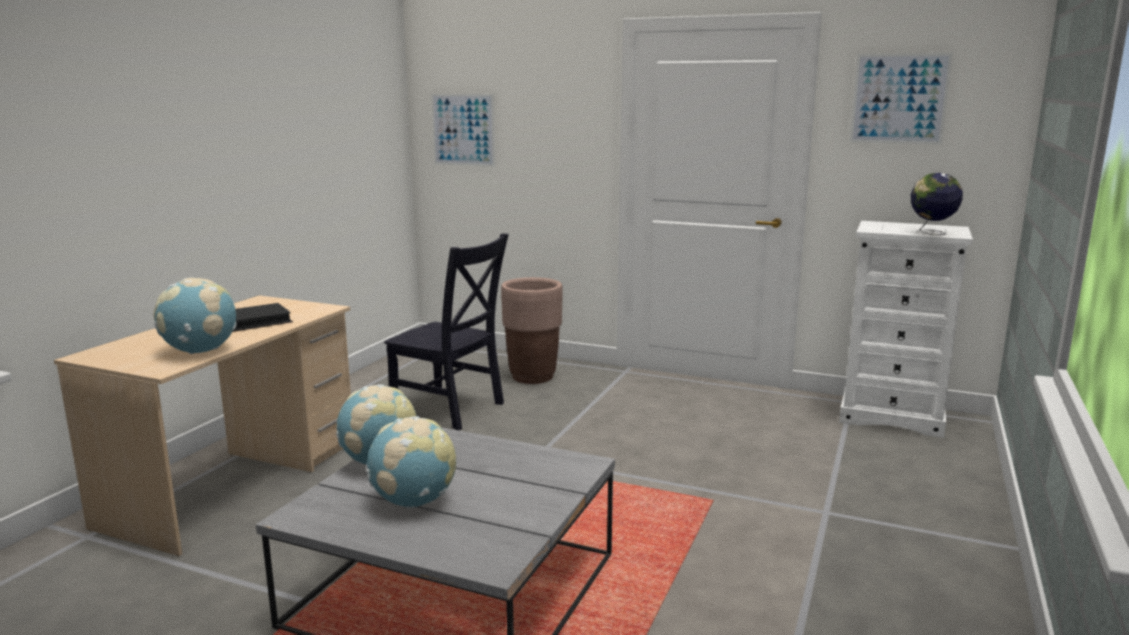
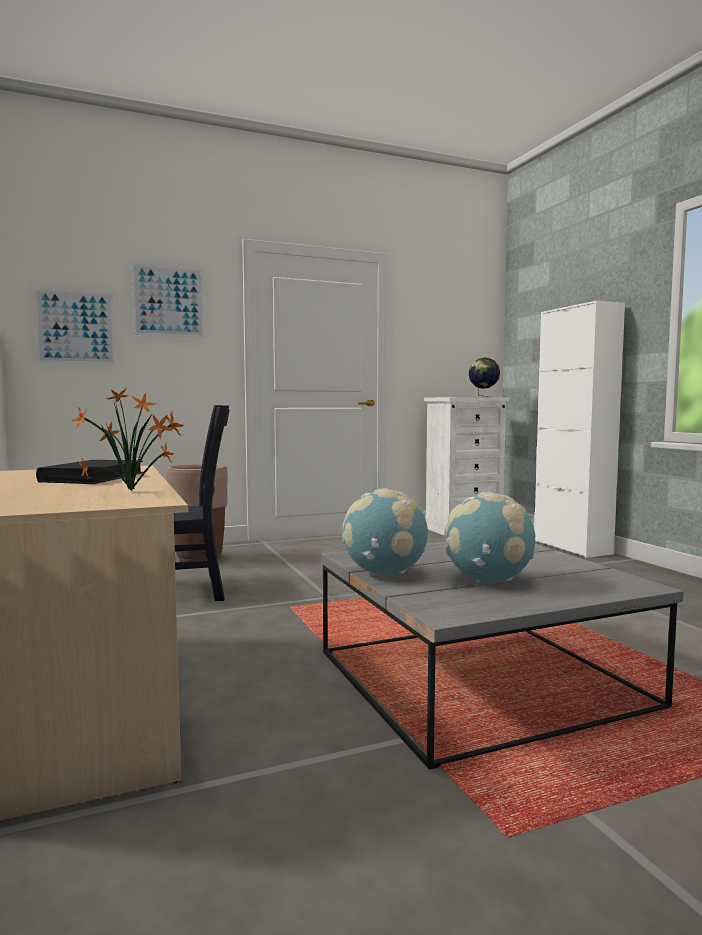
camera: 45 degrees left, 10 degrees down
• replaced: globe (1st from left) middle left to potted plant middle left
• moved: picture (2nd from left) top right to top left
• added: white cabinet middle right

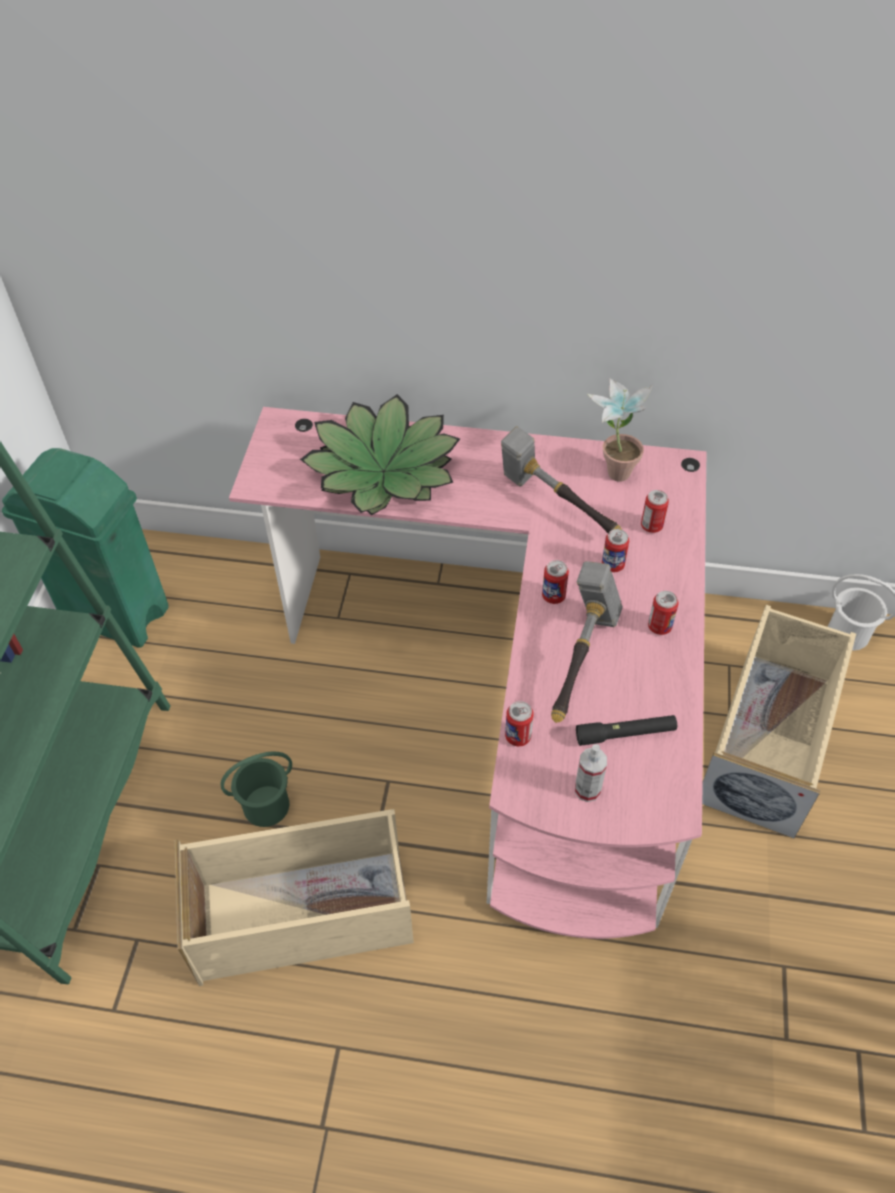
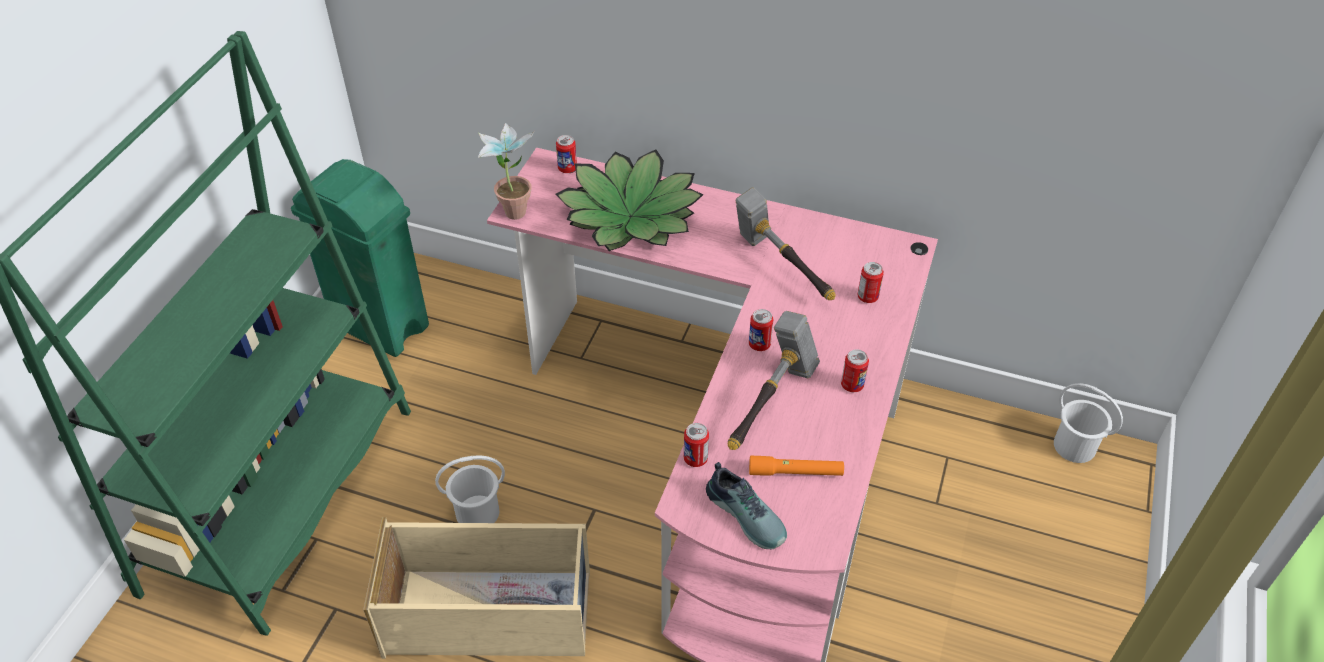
camera: 10 degrees right, 5 degrees down
• recoloured: green bucket middle left to white bucket (1st from left) bottom centre
• replaced: spray bottle centre to shoe bottom centre
• recoloured: black flashlight middle right to orange flashlight bottom centre
• moved: potted plant (2nd from left in the first image) middle right to potted plant (1st from left) top centre
• moved: can (3rd from left in the first image) middle right to can (1st from left) top centre
• removed: beige storage box (2nd from left) middle right

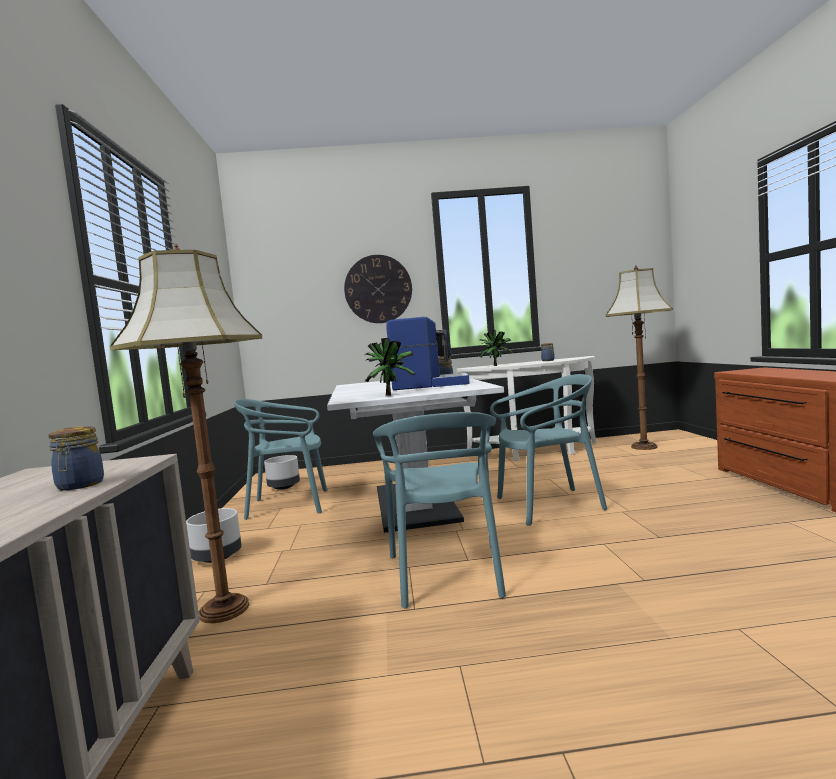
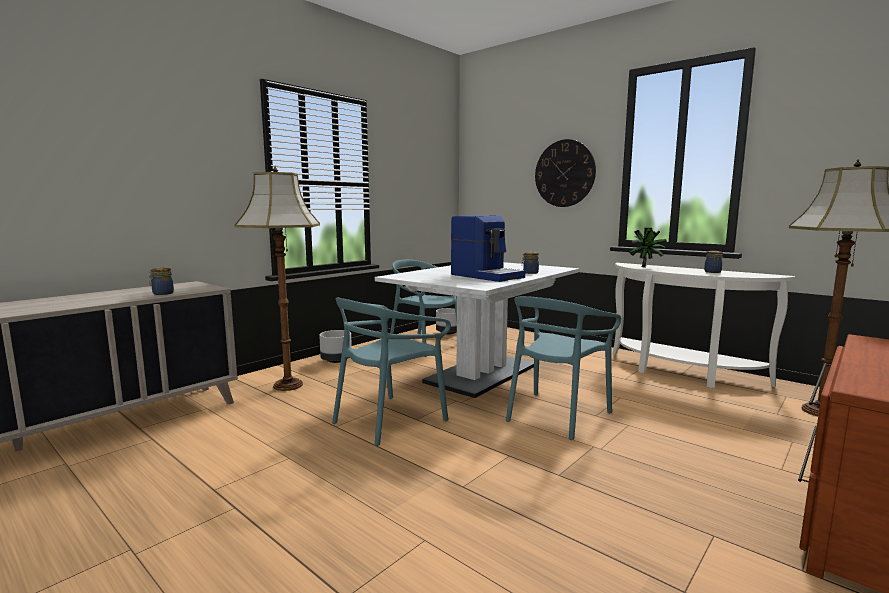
camera: 45 degrees right, 5 degrees up
• removed: potted plant (1st from left) centre
• turned: turquoise chair (3rd from left) centre = centre 90 degrees clockwise

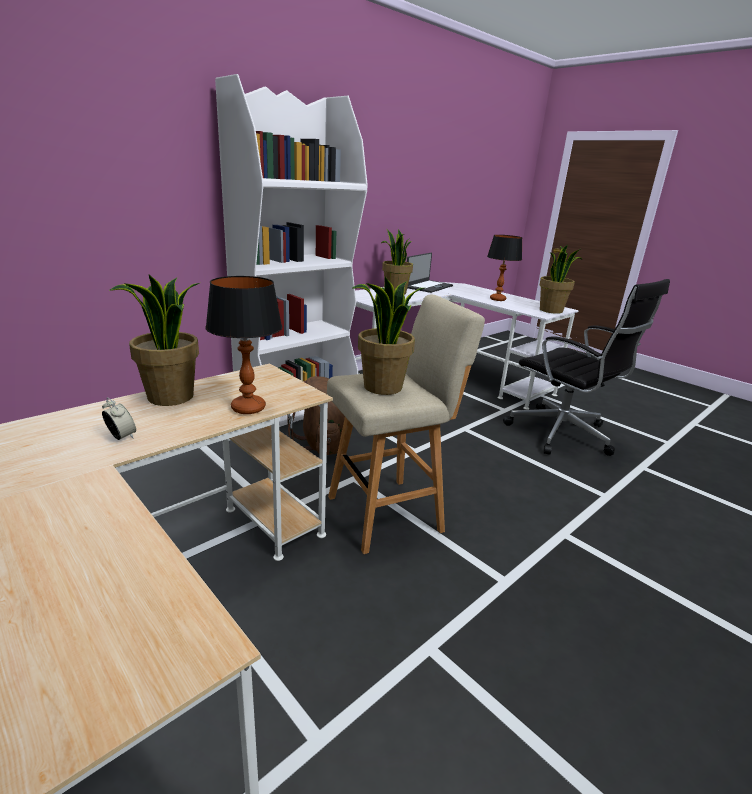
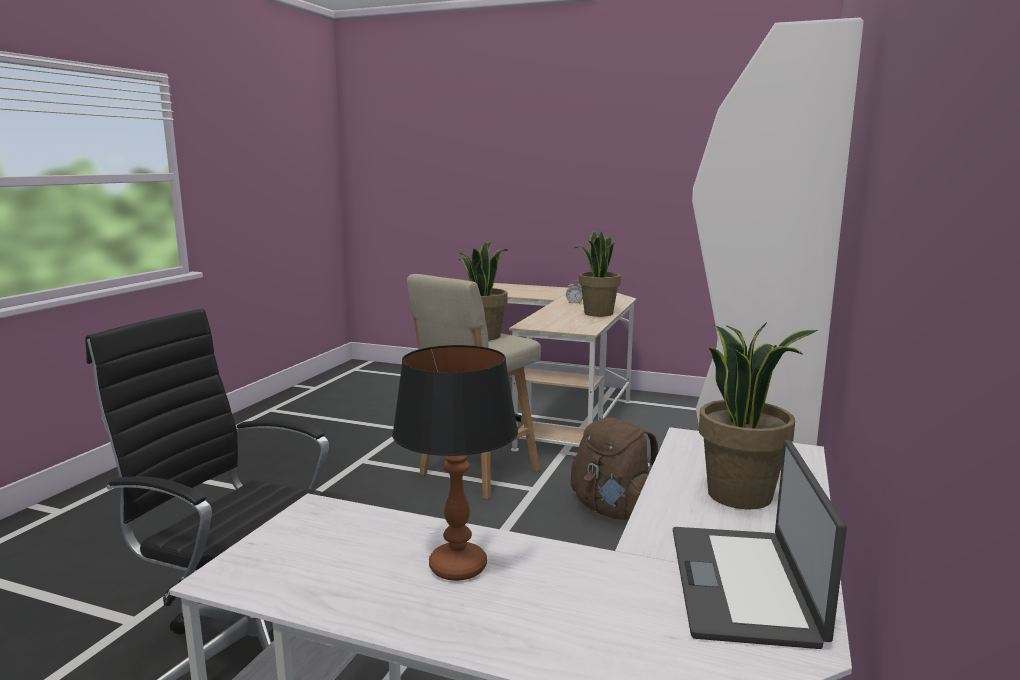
camera: 155 degrees right, 10 degrees down
• removed: table lamp (1st from left) middle left
• removed: potted plant (4th from left) middle right

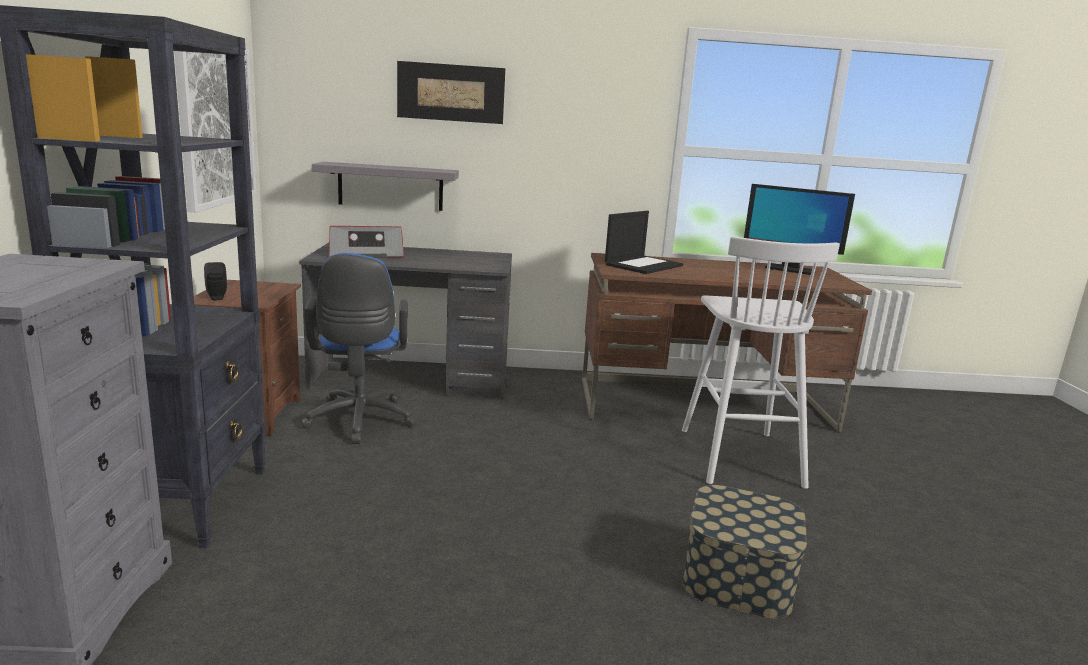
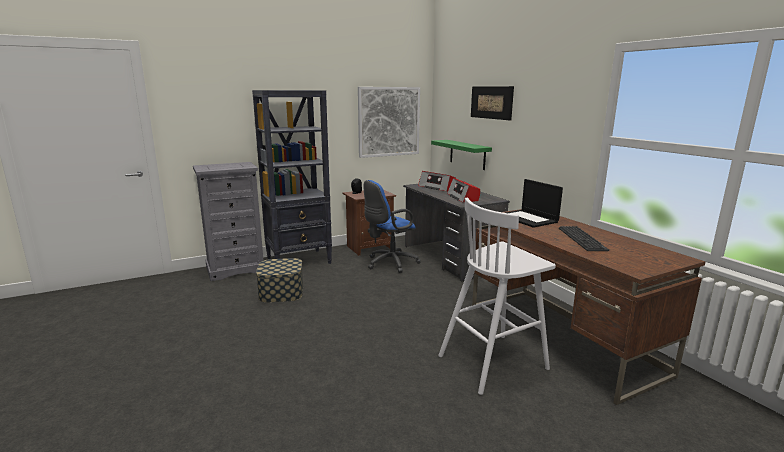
camera: 65 degrees right, 0 degrees up
• recoloured: grey shelf top centre to green shelf centre
• turned: laptop centre = middle right 45 degrees clockwise
• moved: storage box bottom right to centre
• removed: monitor middle right
• added: radio (2nd from left) centre
• added: keyboard middle right

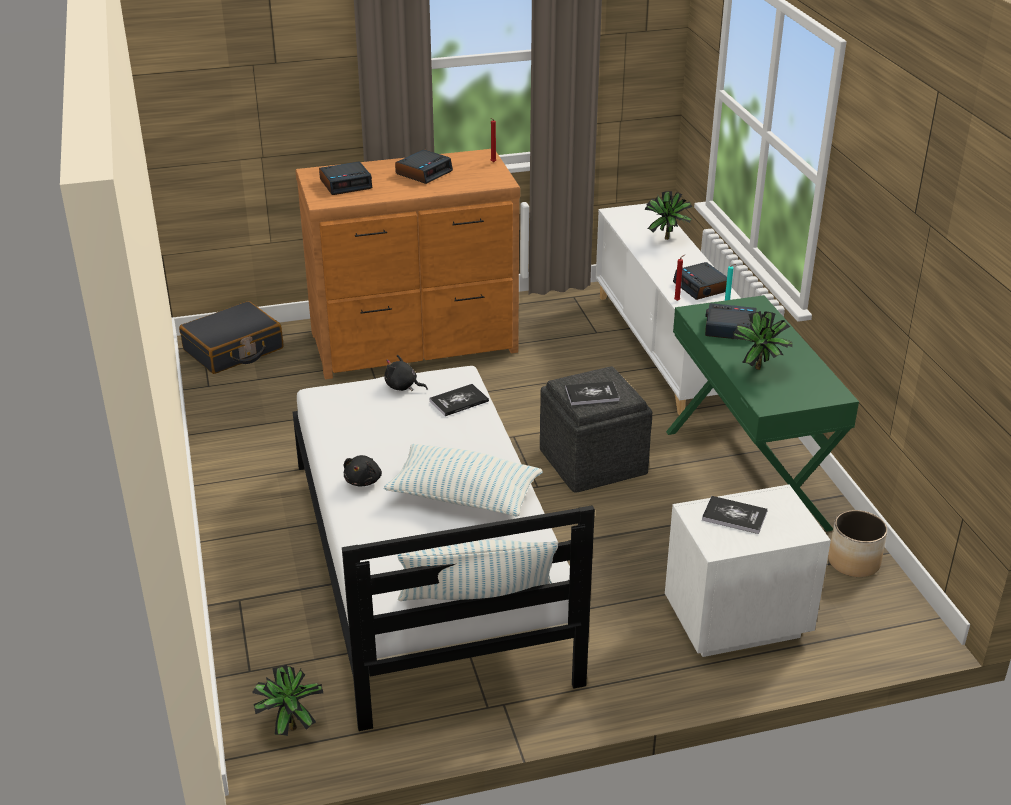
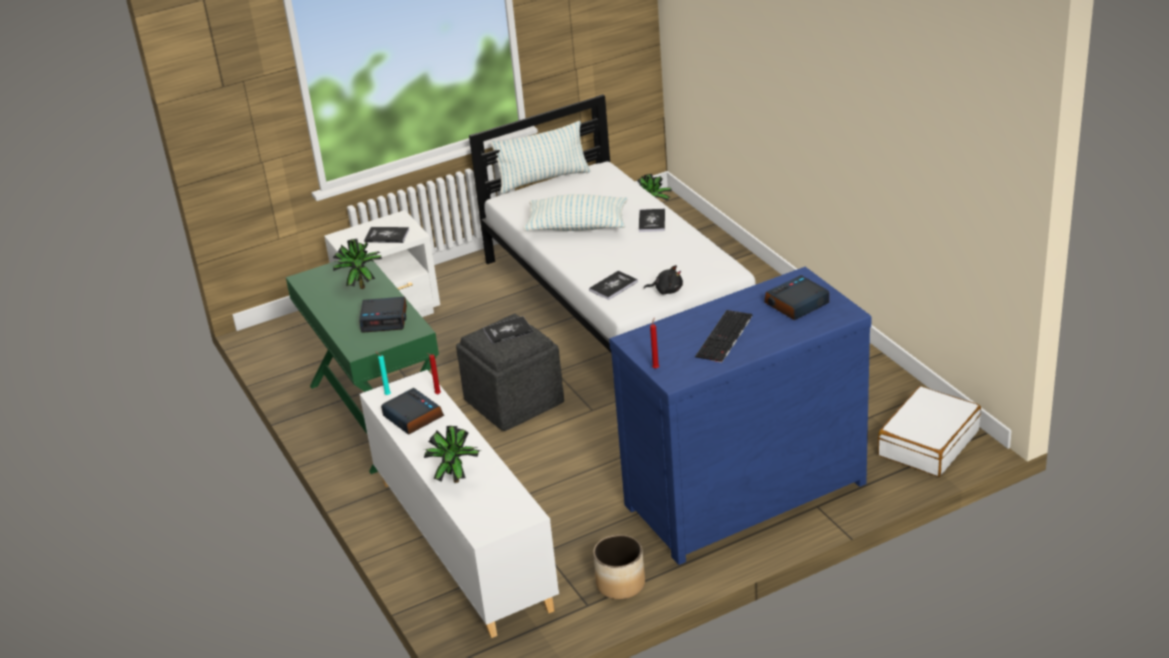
camera: 170 degrees right, 0 degrees up
• recoloured: black suitcase middle left to white suitcase middle right
• recoloured: brown dresser top centre to blue dresser centre
• replaced: black plush toy (1st from left) centre to book (4th from left) centre
• replaced: alarm clock (2nd from left) top centre to keyboard centre
• moved: planter bottom right to bottom centre

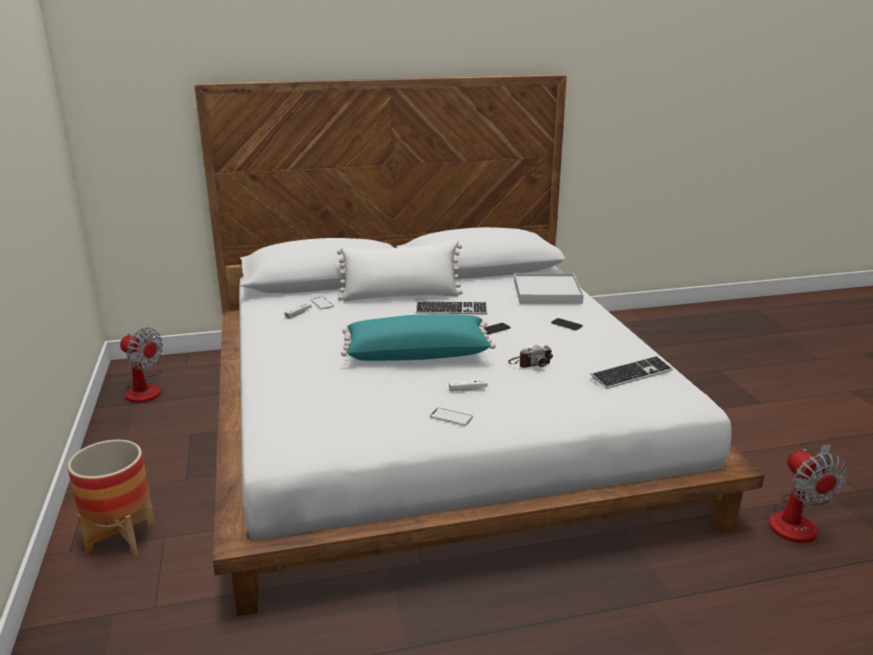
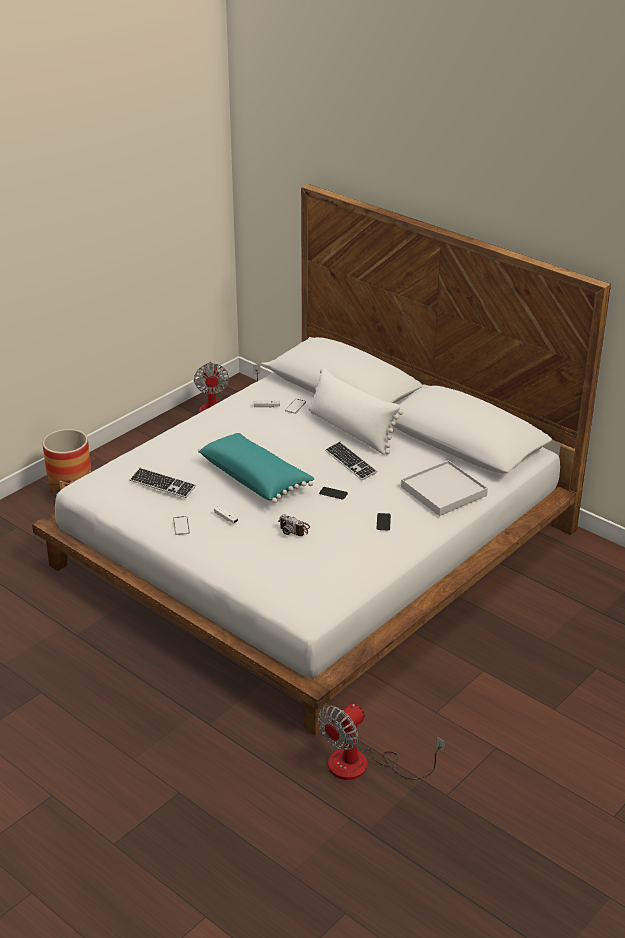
camera: 55 degrees right, 10 degrees up
• moved: keyboard (2nd from left in the first image) middle right to keyboard (1st from left) middle left

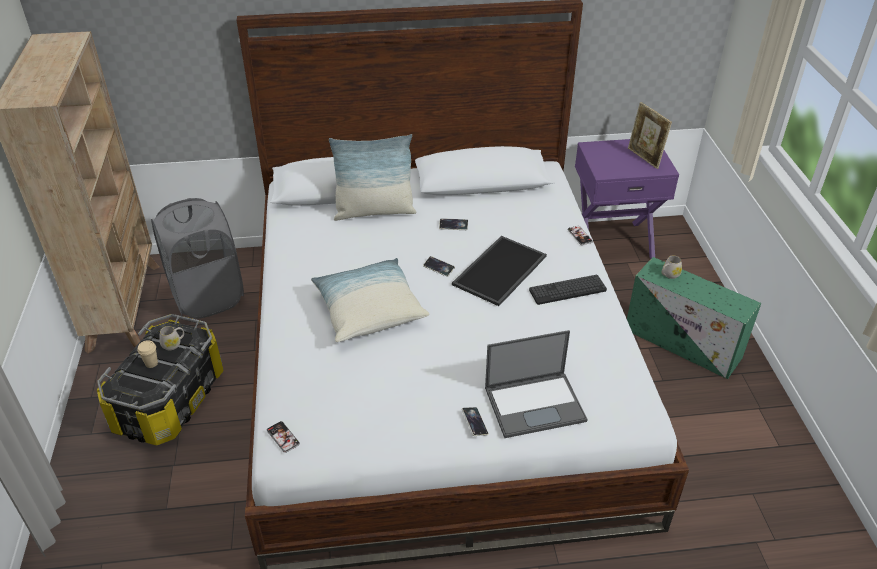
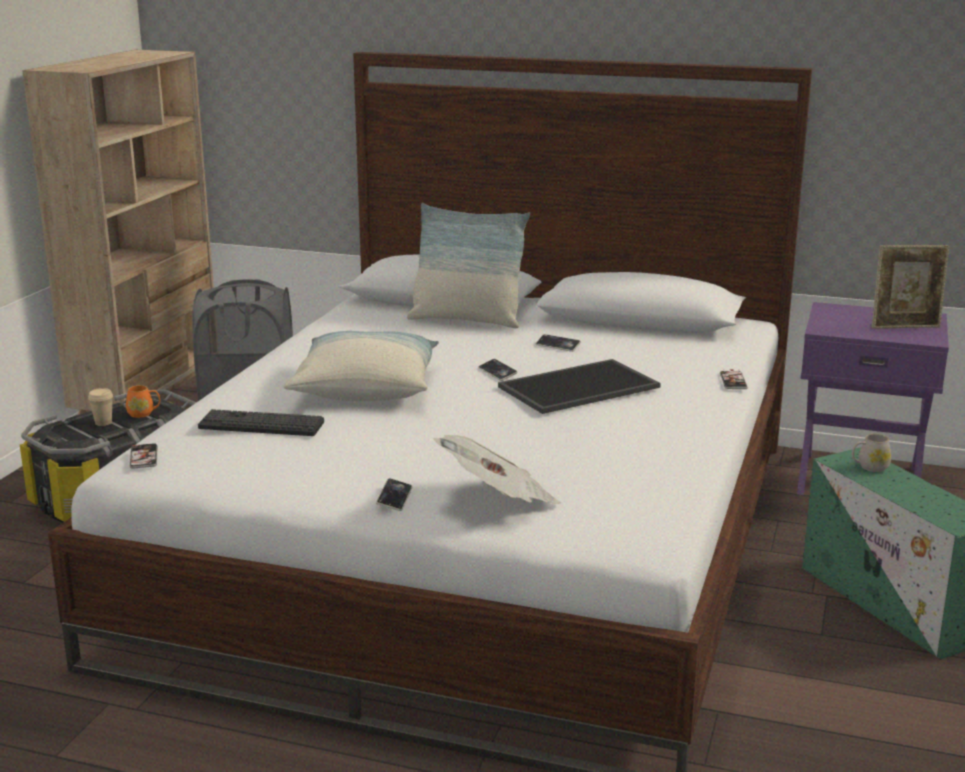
camera: 25 degrees right, 20 degrees down
• recoloured: white mug (1st from left) middle left to orange mug middle left
• replaced: laptop bottom centre to newspaper centre
• moved: keyboard centre to middle left
• turned: picture frame top right = middle right 90 degrees counterclockwise

